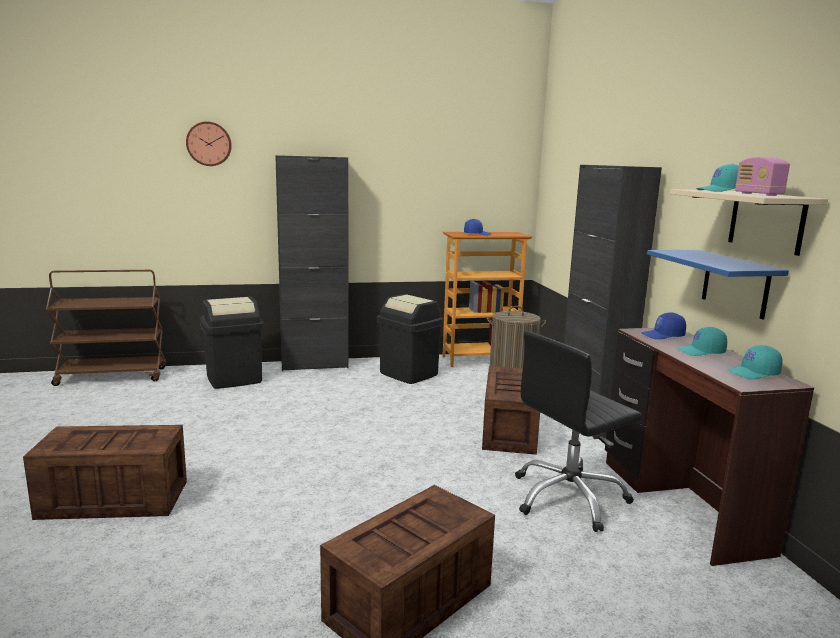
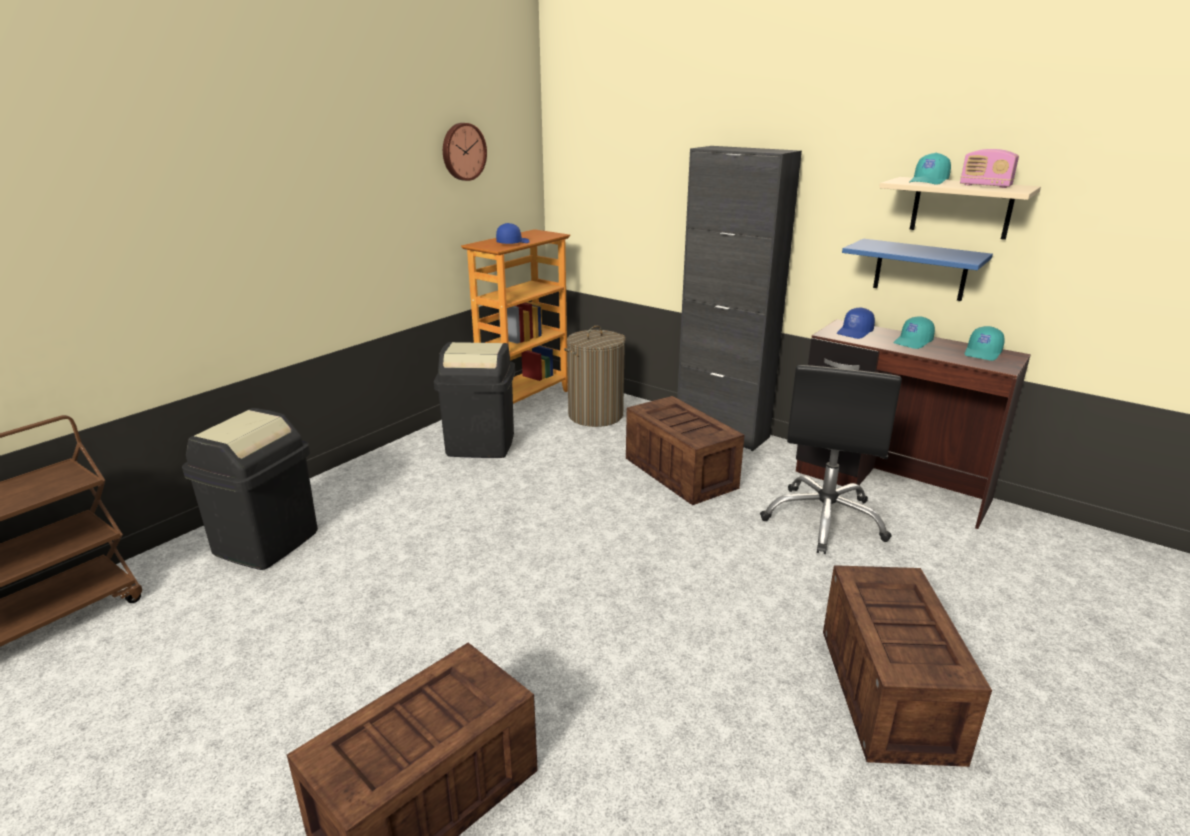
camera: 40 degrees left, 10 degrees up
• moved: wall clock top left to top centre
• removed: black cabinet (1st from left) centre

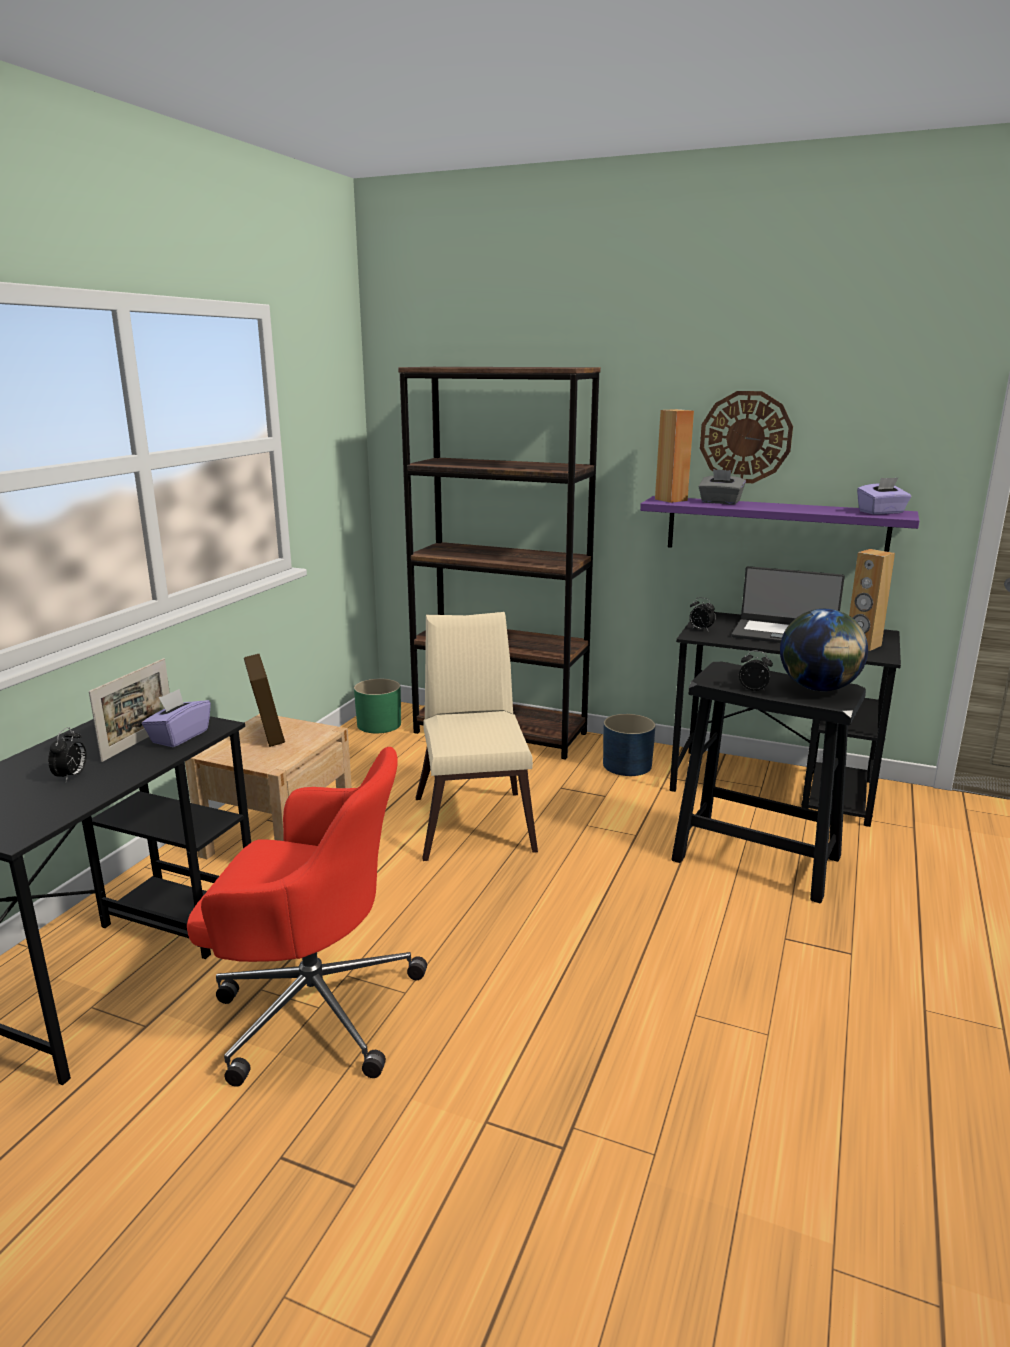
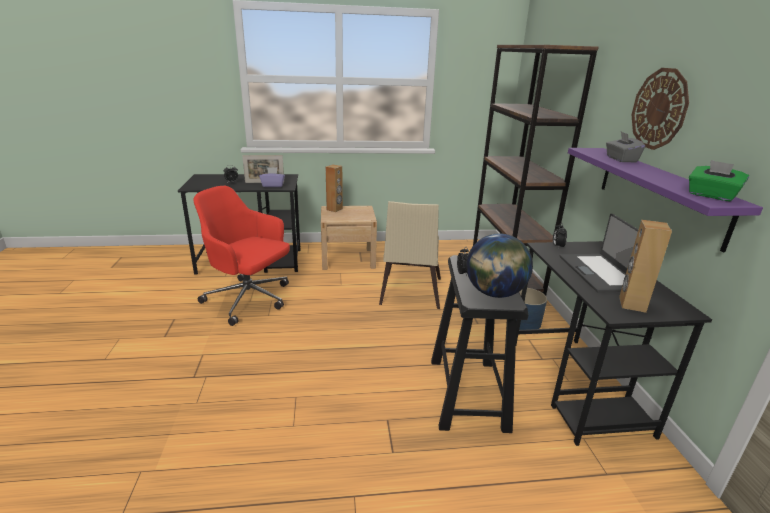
camera: 60 degrees right, 5 degrees up
• turned: red office chair bottom left = middle left 135 degrees clockwise
• removed: picture frame (2nd from left) middle left
• removed: green planter centre
• turned: beige chair centre = centre 135 degrees clockwise
• moved: brown speaker (1st from left) middle right to centre
• recoloured: purple tissue box (2nd from left) middle right to green tissue box middle right

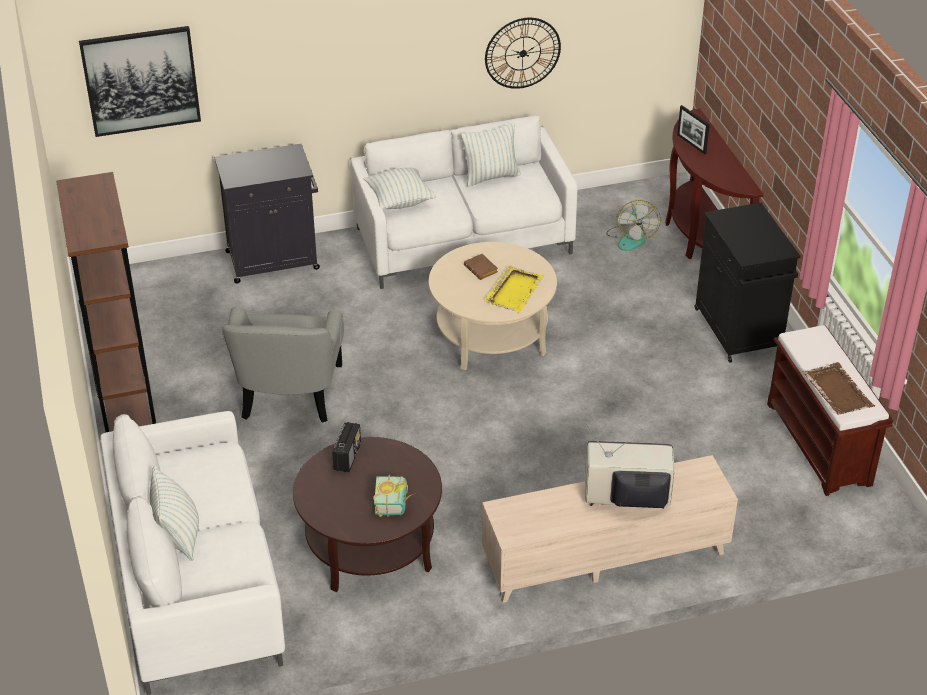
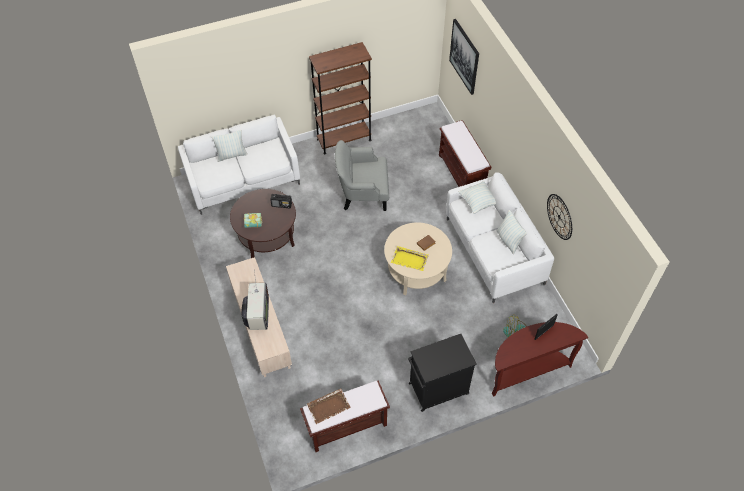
camera: 85 degrees right, 15 degrees up
• replaced: black cabinet (1st from left) top left to brown bench (2nd from left) top centre

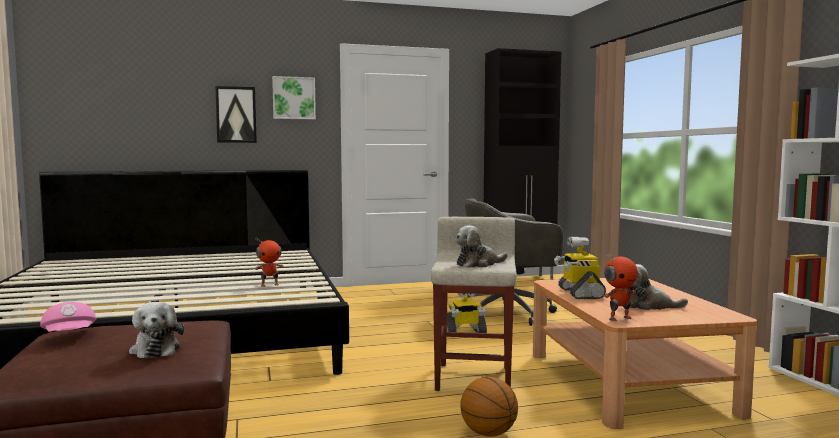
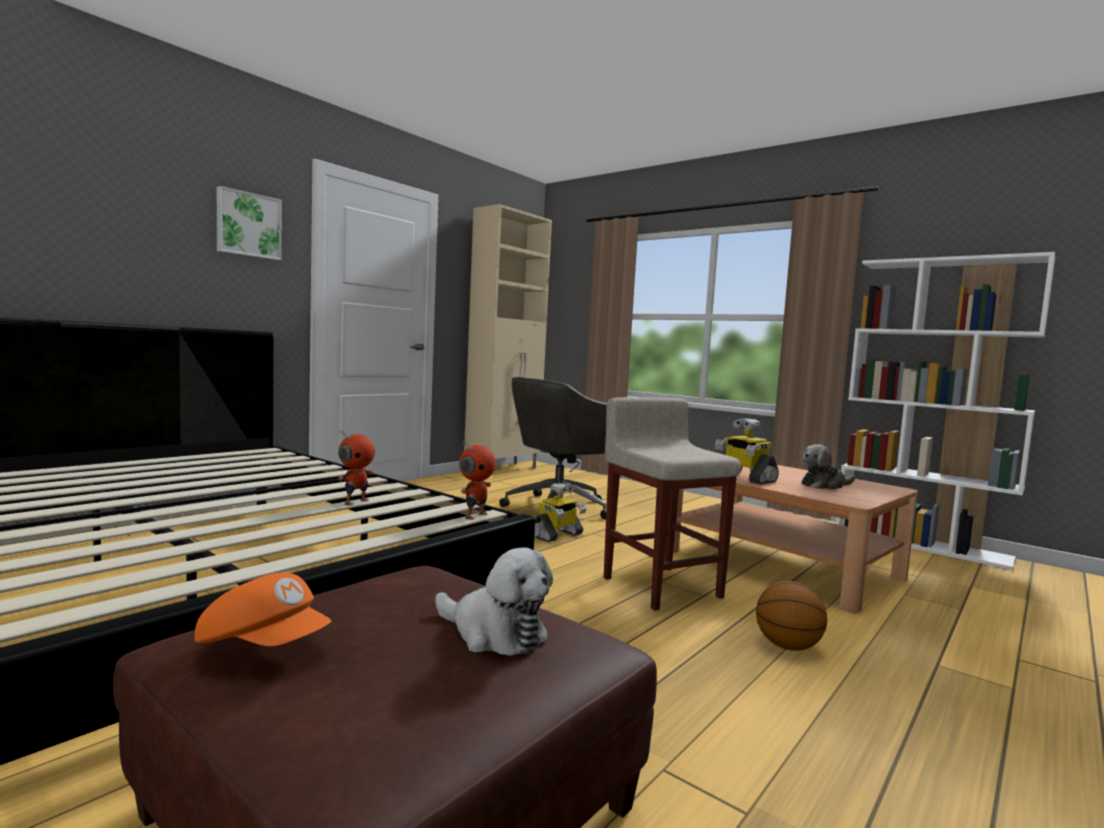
camera: 35 degrees left, 0 degrees up
• recoloured: pink cap bottom left to orange cap bottom left
• removed: picture (1st from left) top left
• removed: plush toy (2nd from left) centre
• recoloured: black cabinet centre to beige cabinet centre
• moved: toy robot (4th from left in the first image) middle right to toy robot (2nd from left) centre

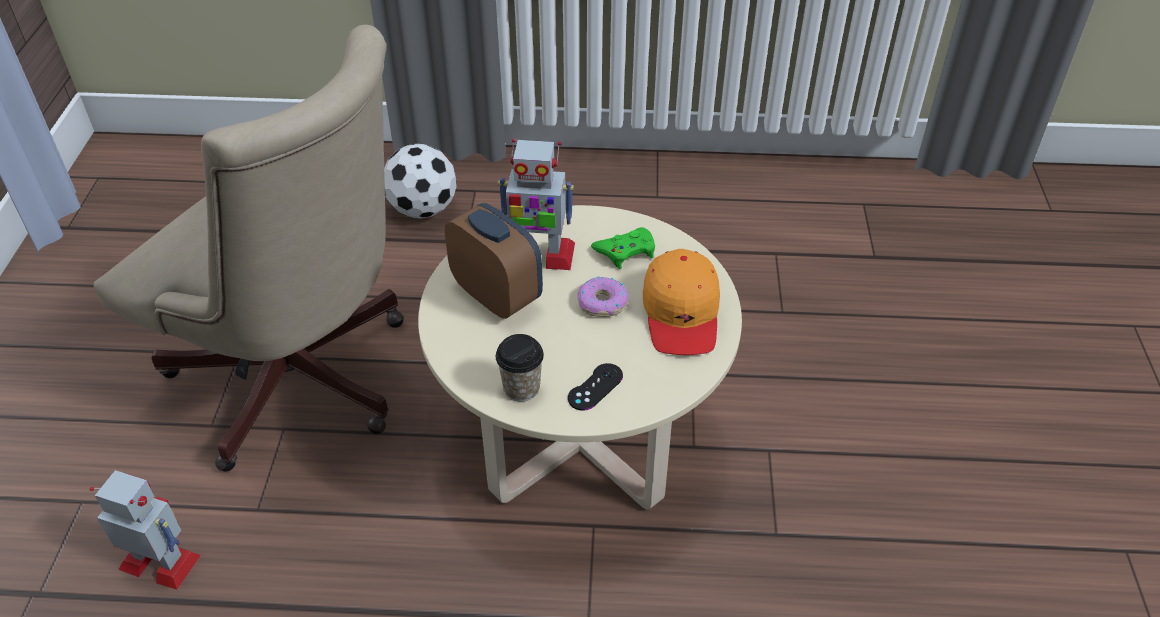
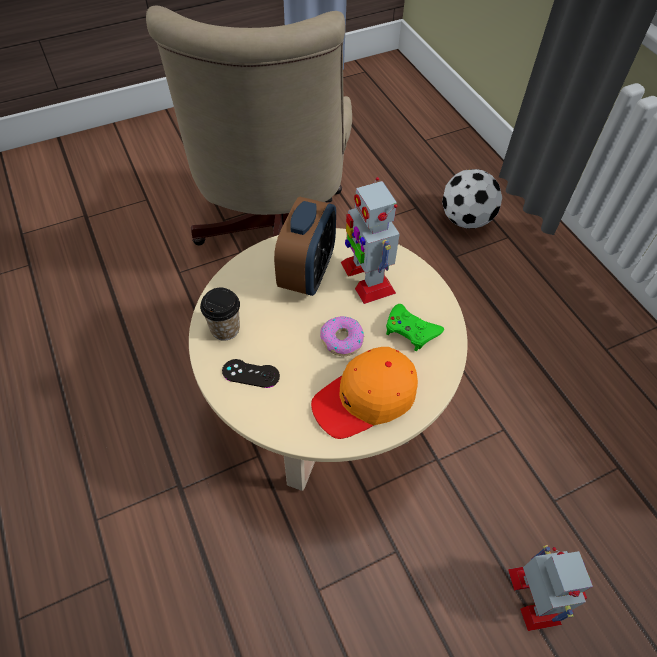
camera: 60 degrees right, 10 degrees up
• moved: toy robot (1st from left in the first image) bottom left to toy robot (2nd from left) bottom right

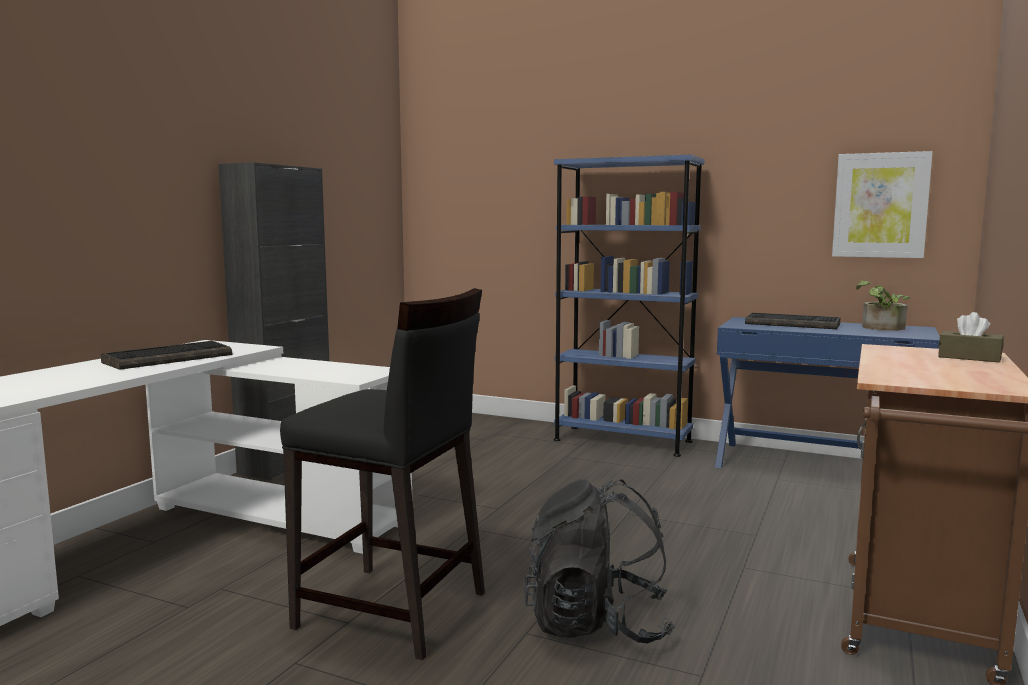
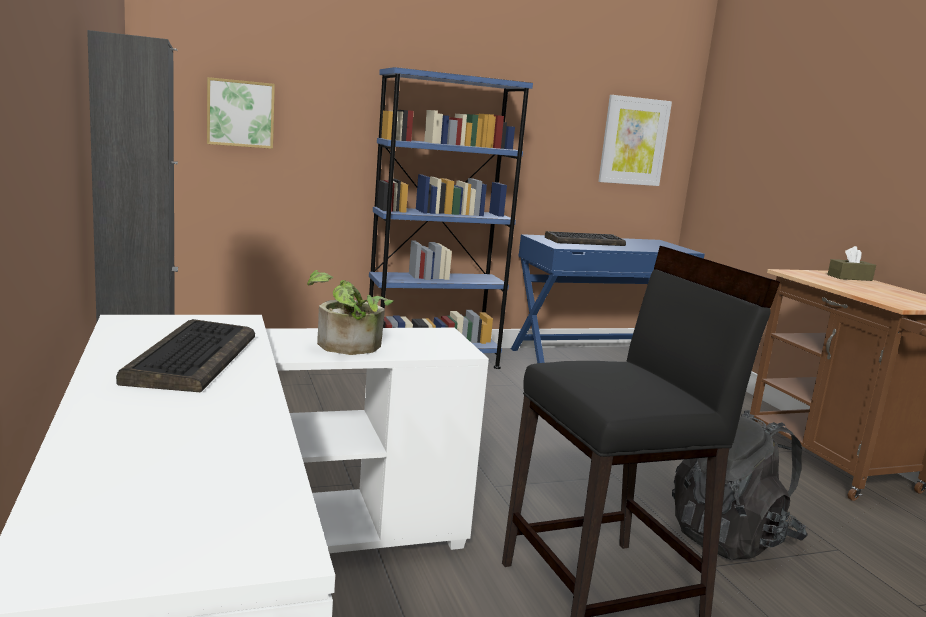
camera: 45 degrees left, 5 degrees up
• moved: potted plant middle right to centre
• added: picture (1st from left) top left

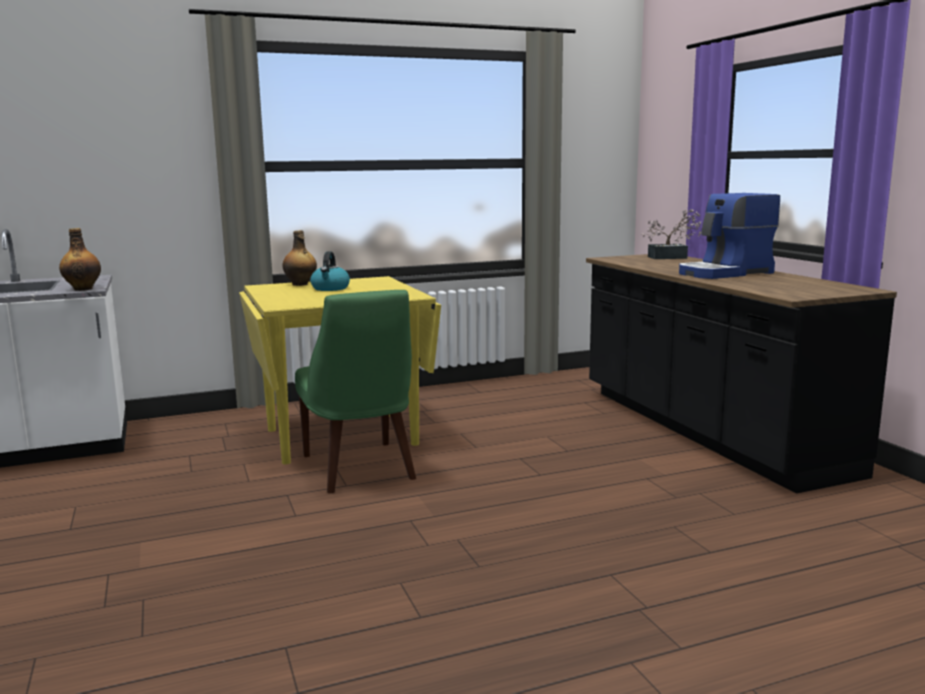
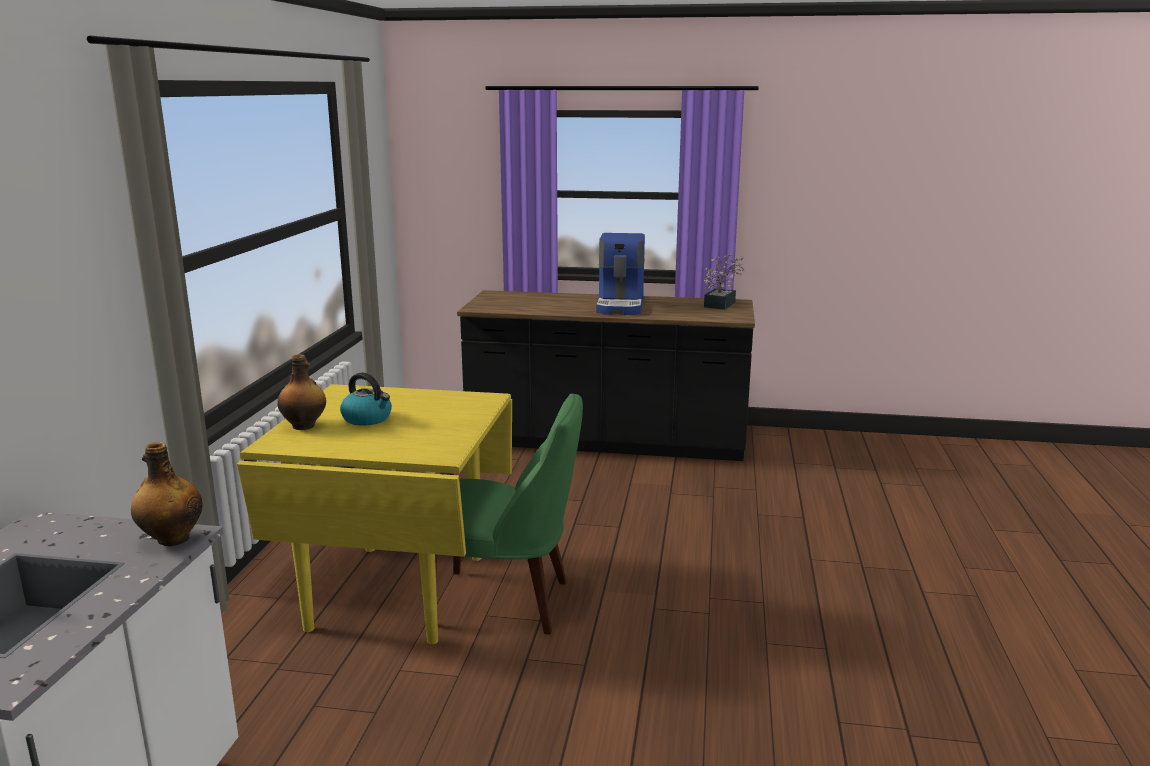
camera: 60 degrees left, 5 degrees up
• moved: potted plant middle right to centre

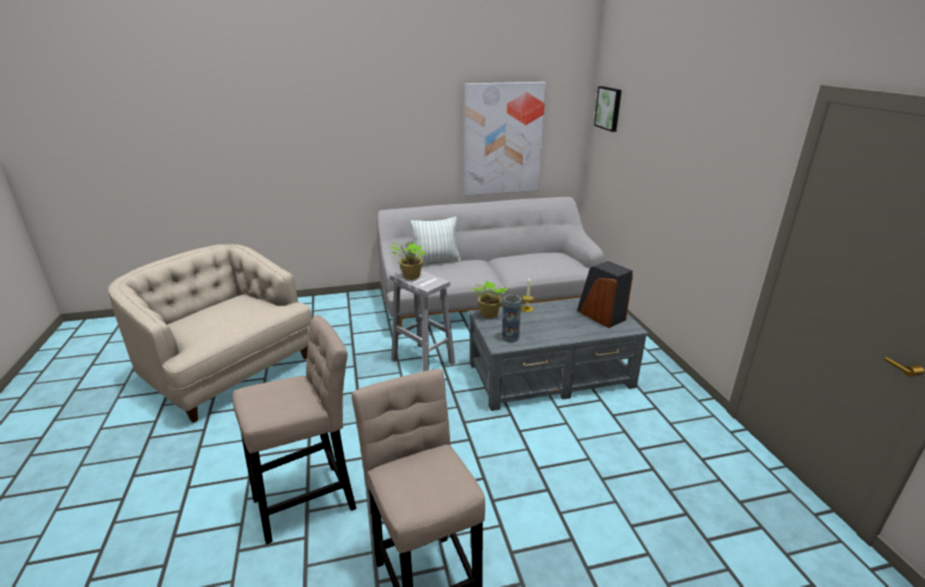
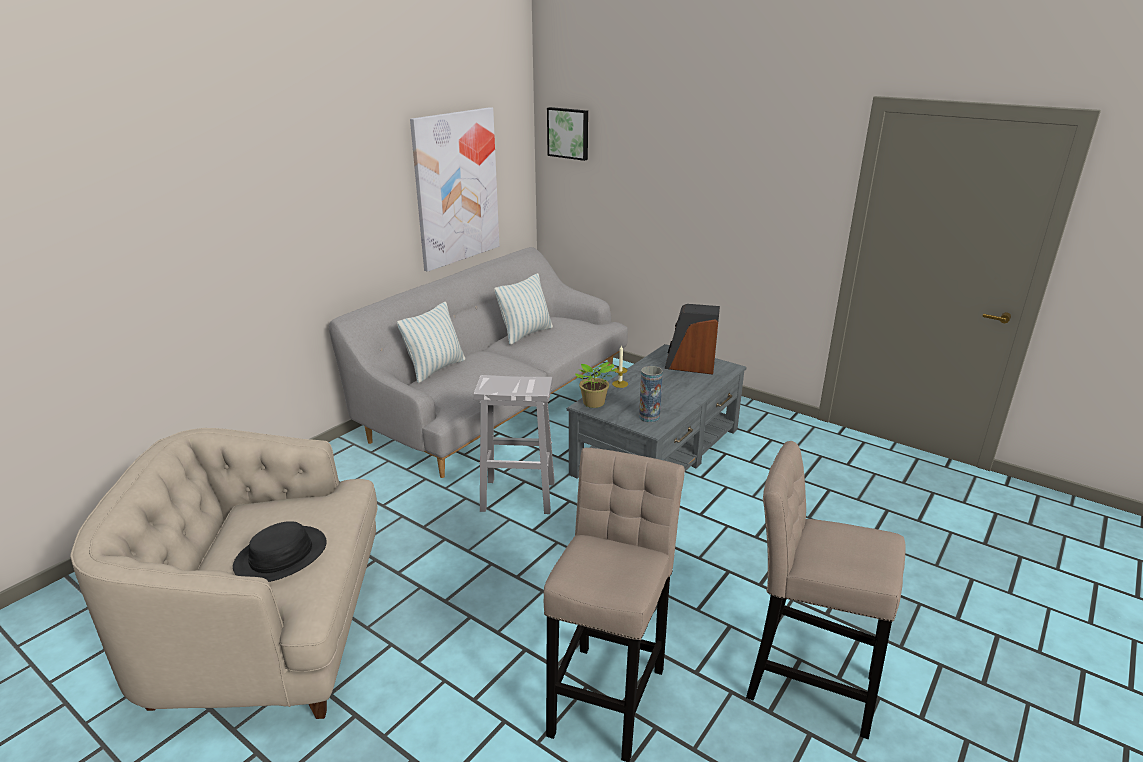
camera: 40 degrees left, 0 degrees up
• removed: potted plant (1st from left) centre
• added: black hat bottom left
• added: pillow (2nd from left) centre

